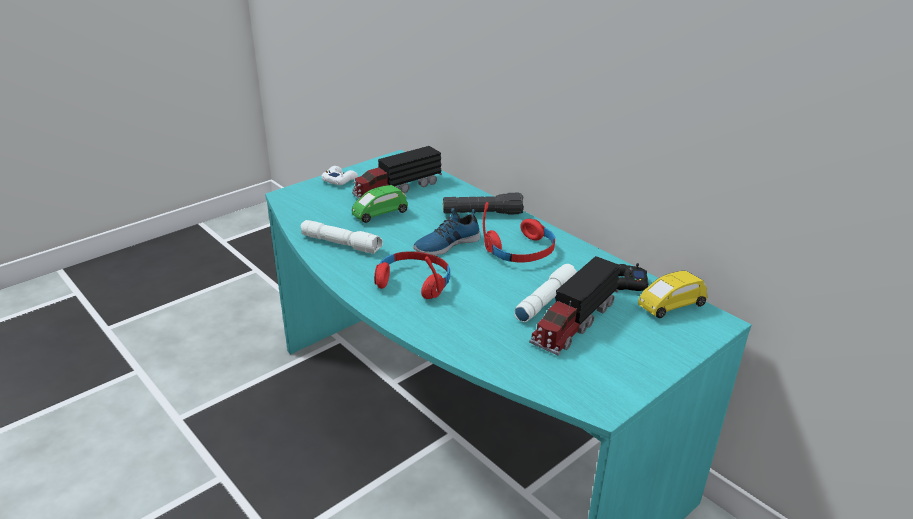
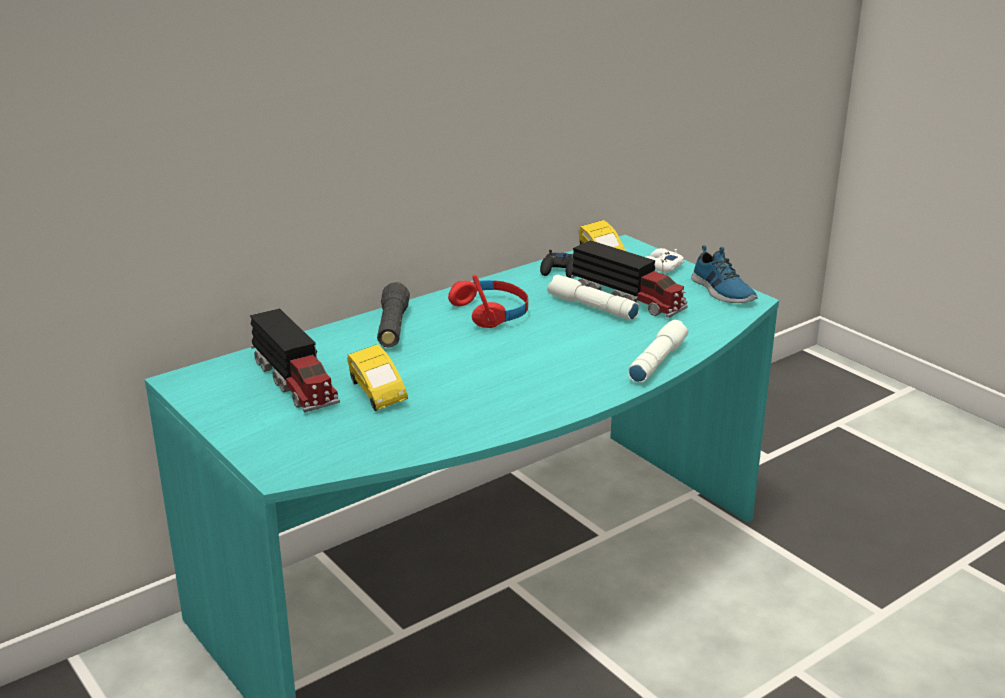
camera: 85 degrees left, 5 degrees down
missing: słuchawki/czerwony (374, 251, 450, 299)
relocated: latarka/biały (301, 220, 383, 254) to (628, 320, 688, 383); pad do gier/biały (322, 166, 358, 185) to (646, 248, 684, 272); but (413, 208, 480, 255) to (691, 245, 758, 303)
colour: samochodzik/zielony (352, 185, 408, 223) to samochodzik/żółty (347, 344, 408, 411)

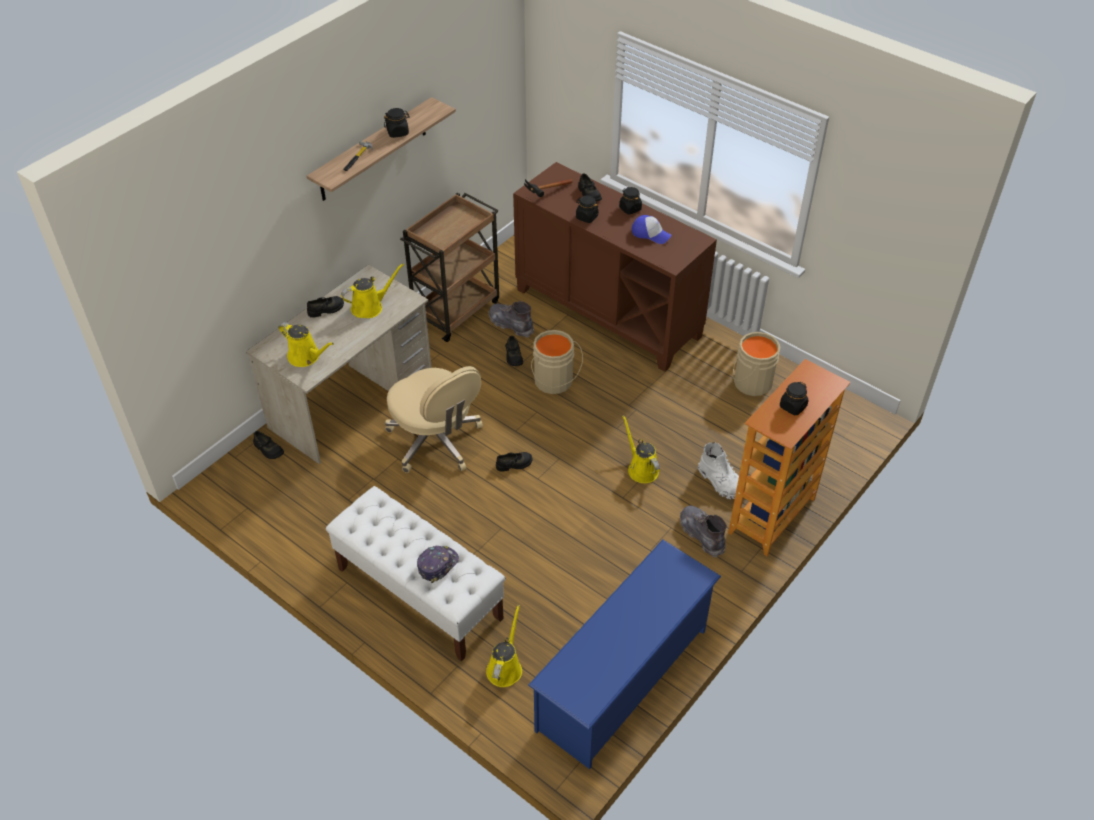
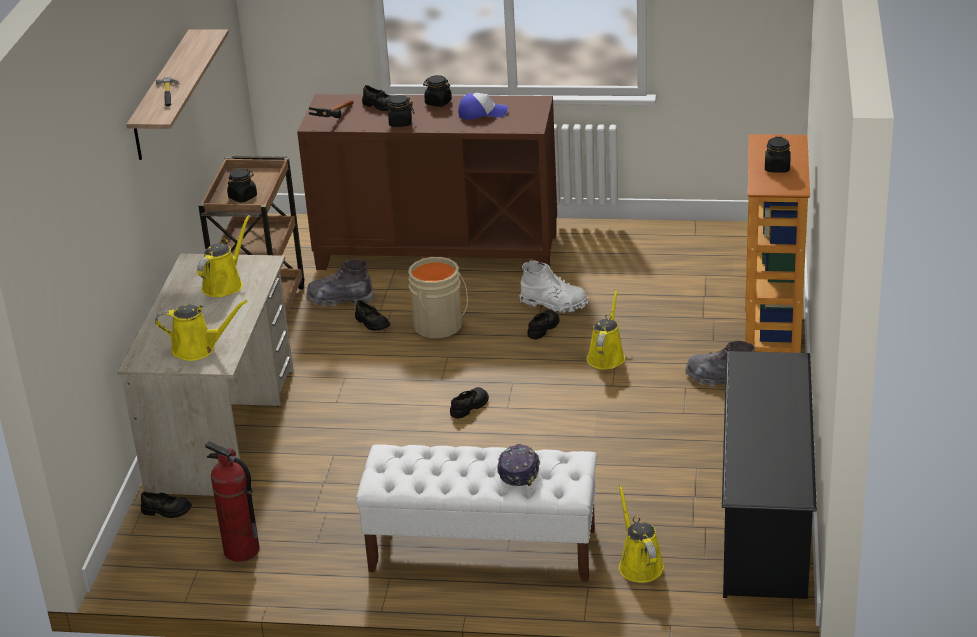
camera: 30 degrees left, 15 degrees down
missing: krzesło biurowe/beżowy (385, 366, 483, 473); wiadro/beżowy (732, 332, 780, 396)
appeared: gaśnica (205, 441, 260, 562)
relocated: but/czarny (307, 296, 344, 318) to (528, 310, 559, 340); słoik/czarny (384, 108, 410, 138) to (227, 169, 257, 203); but z cholewką/biały (698, 442, 739, 500) to (520, 261, 588, 314)
colour: regał na buty/niebieski (528, 539, 721, 769) to regał na buty/czarny (722, 351, 817, 599)
spun: konewka/żółty (622, 415, 660, 483) = (587, 289, 625, 370) 75 degrees clockwise

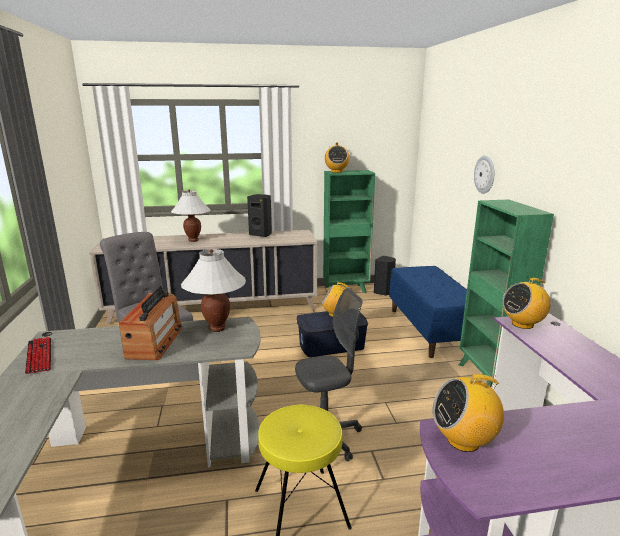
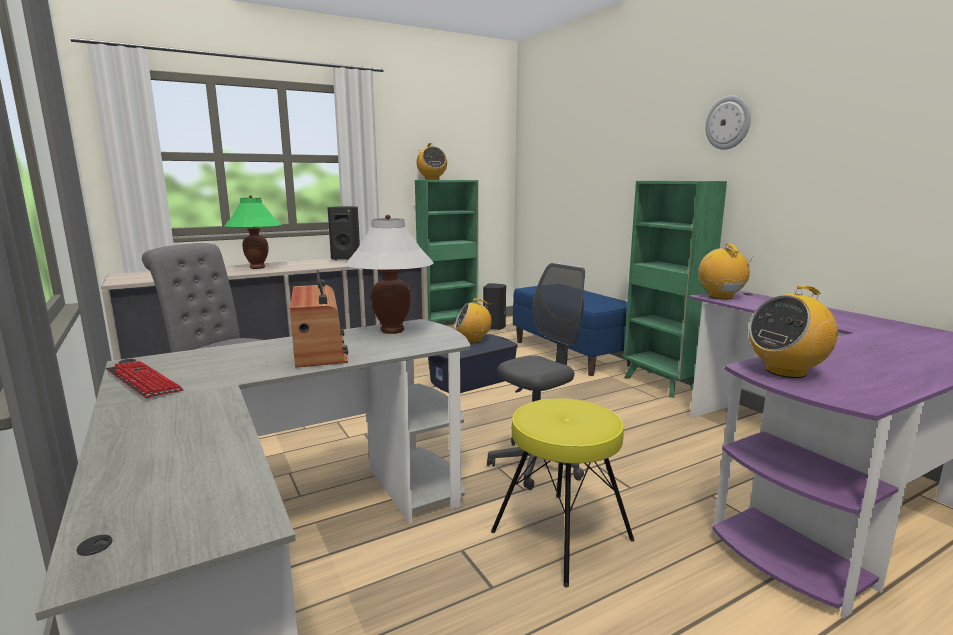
camera: 20 degrees left, 5 degrees down
relocated: zegar ścienny (474, 156, 494, 194) to (705, 95, 751, 150)
colour: lampa stołowa/biały (171, 190, 211, 242) to lampa stołowa/zielony (225, 195, 282, 269)
spun: radio (502, 278, 551, 329) = (698, 244, 754, 299) 120 degrees clockwise

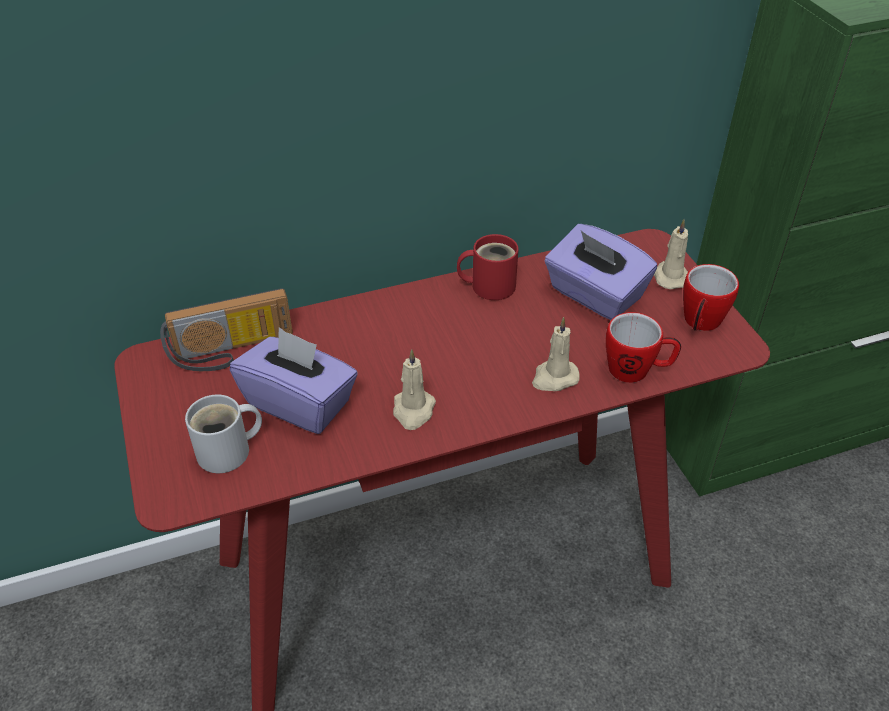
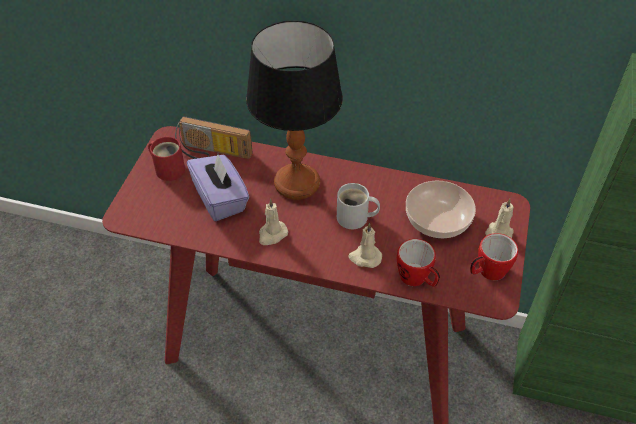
camera: 35 degrees right, 5 degrees up
appeared: lampa stołowa (246, 20, 343, 200)
relocated: kubek/biały (185, 395, 262, 473) to (337, 183, 380, 229); kubek/czerwony (457, 234, 519, 300) to (148, 137, 185, 181)
exchanged: pudełko chusteczek/fioletowy (545, 224, 657, 320) to miska (406, 180, 476, 238)

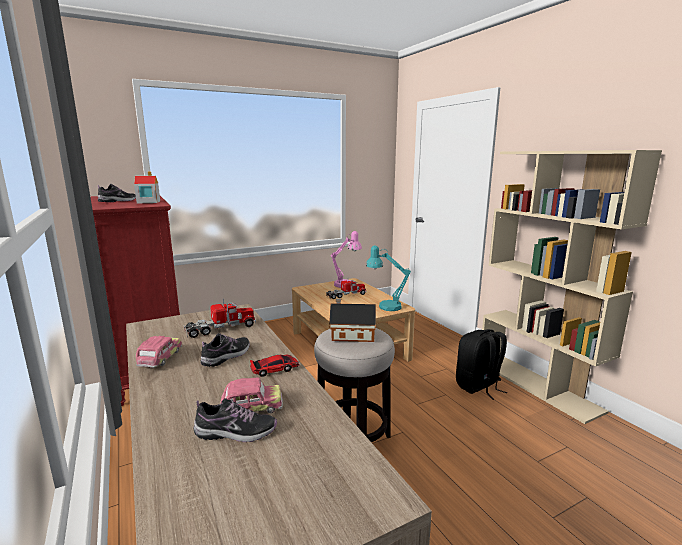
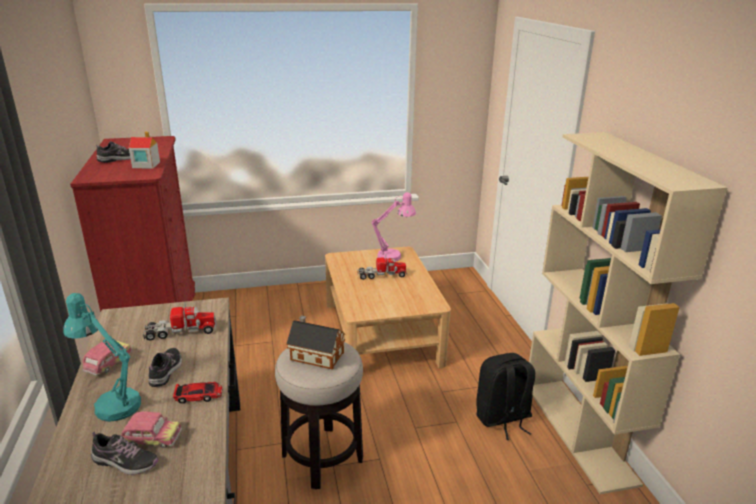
camera: 15 degrees right, 10 degrees up
relocated: lampa stołowa/turkusowy (366, 245, 411, 311) to (63, 293, 141, 422)
spun: but (200, 333, 250, 367) = (149, 348, 182, 387) 45 degrees counterclockwise

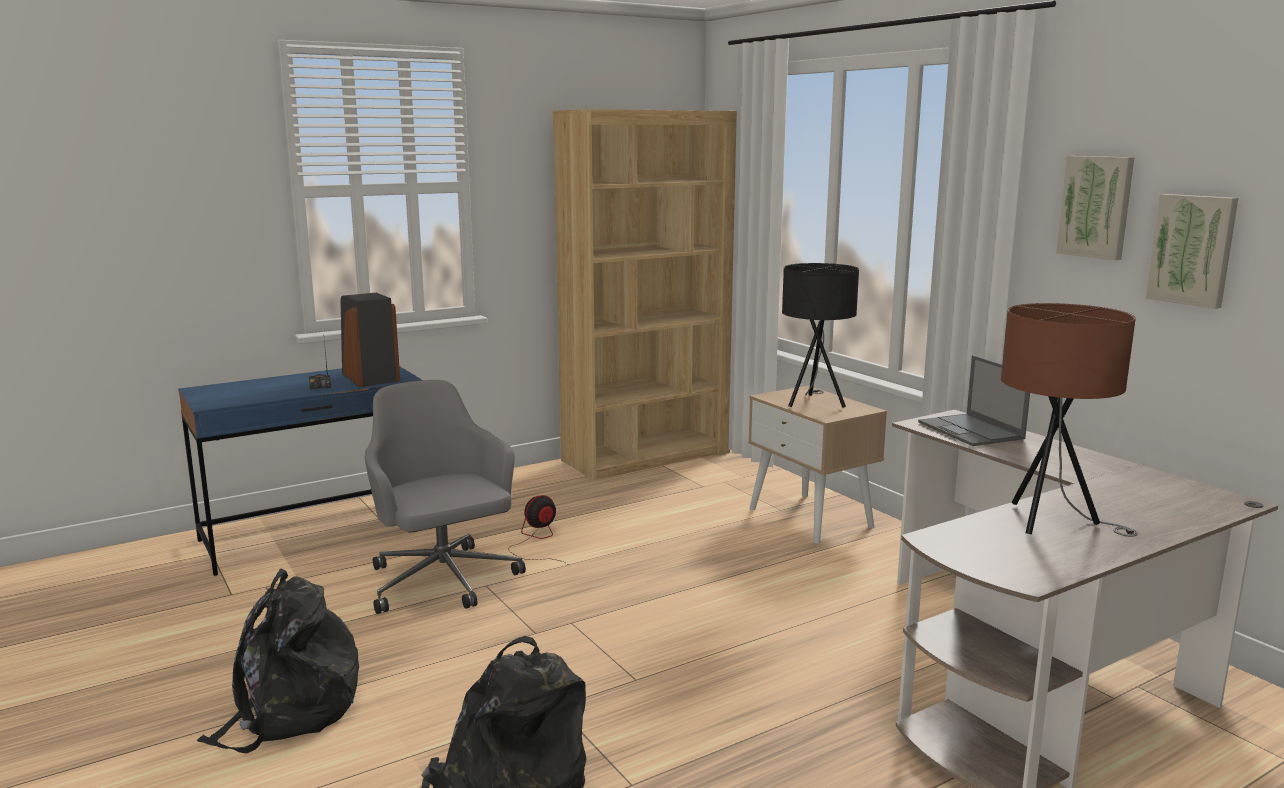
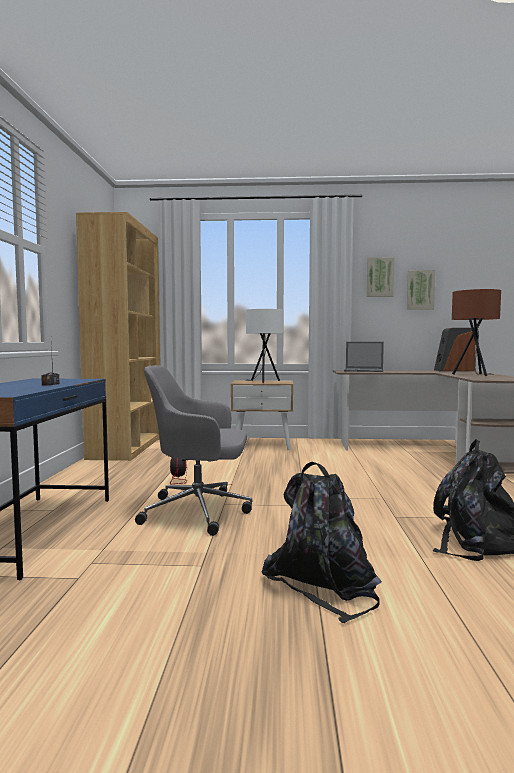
camera: 55 degrees left, 10 degrees down
relocated: głośnik (340, 293, 400, 387) to (434, 328, 476, 371)
colour: lampa stołowa/czarny (782, 263, 859, 408) to lampa stołowa/biały (245, 309, 284, 383)

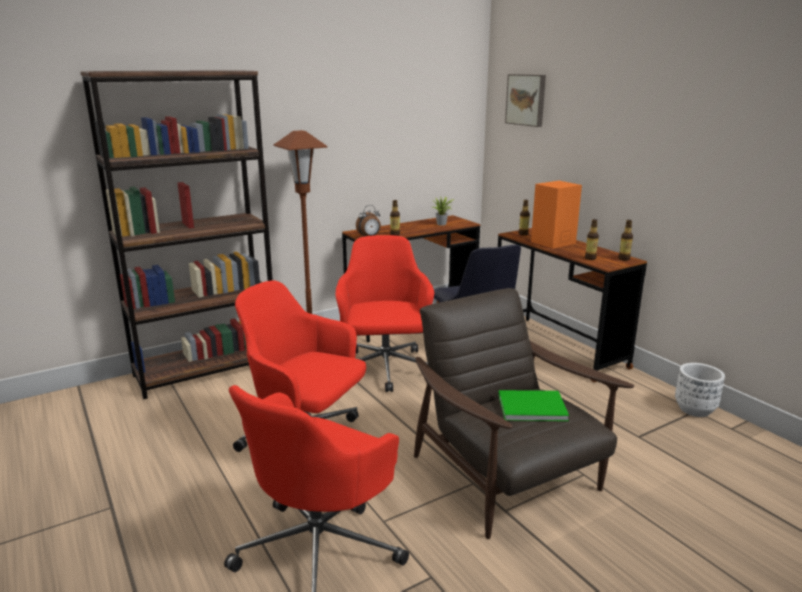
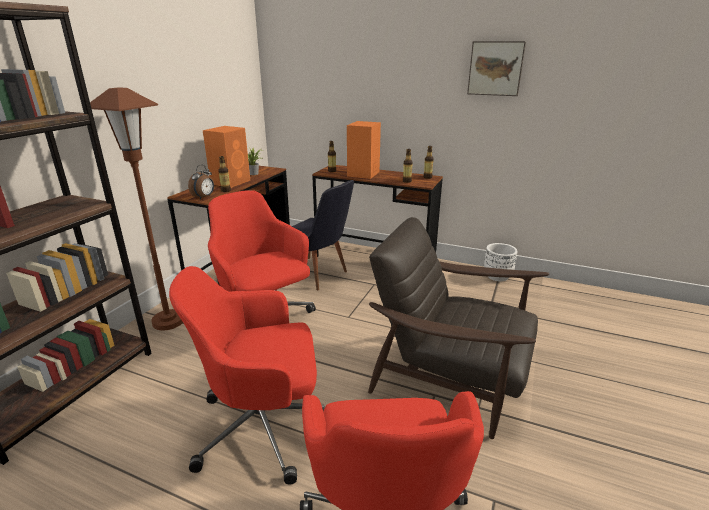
camera: 35 degrees left, 5 degrees up
missing: książka/zielony (498, 390, 569, 421)
appeared: głośnik/pomarańczowy (203, 126, 250, 188)
relocated: obraz (505, 74, 546, 127) to (467, 41, 526, 96)

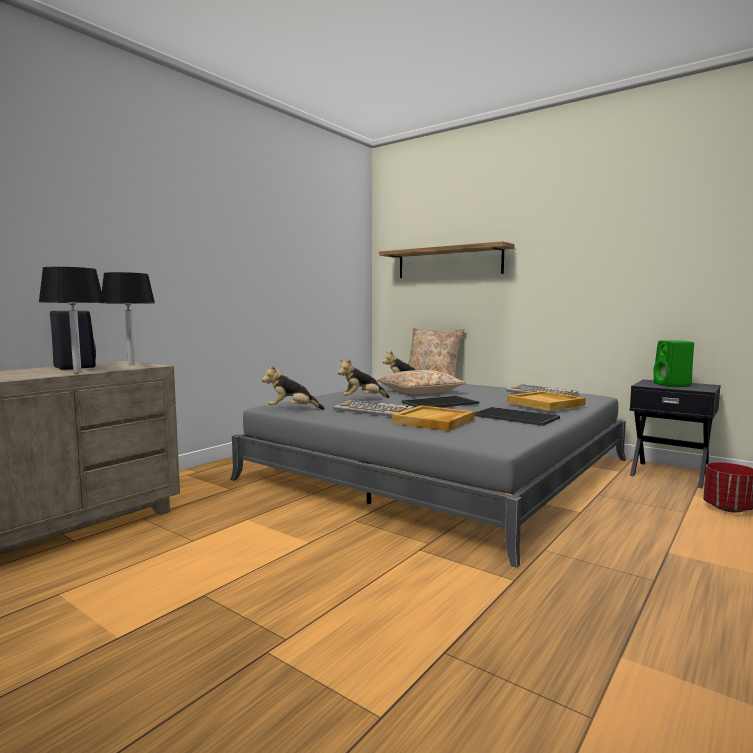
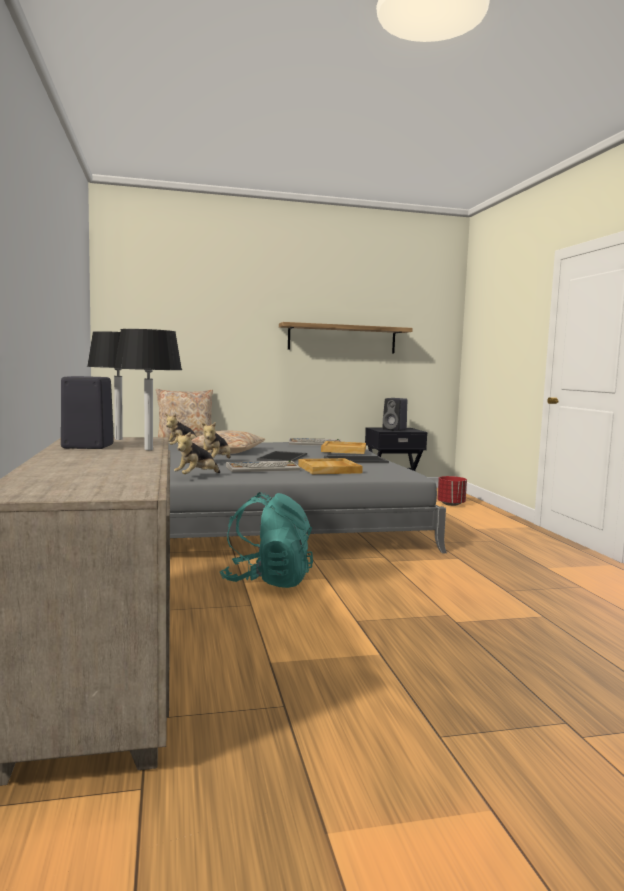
camera: 50 degrees left, 0 degrees up
appeared: plecak/turkusowy (220, 492, 313, 588)
relocated: półka (379, 241, 515, 278) to (279, 322, 413, 353)
colour: głośnik/zielony (653, 340, 694, 387) to głośnik/czarny (382, 398, 407, 431)

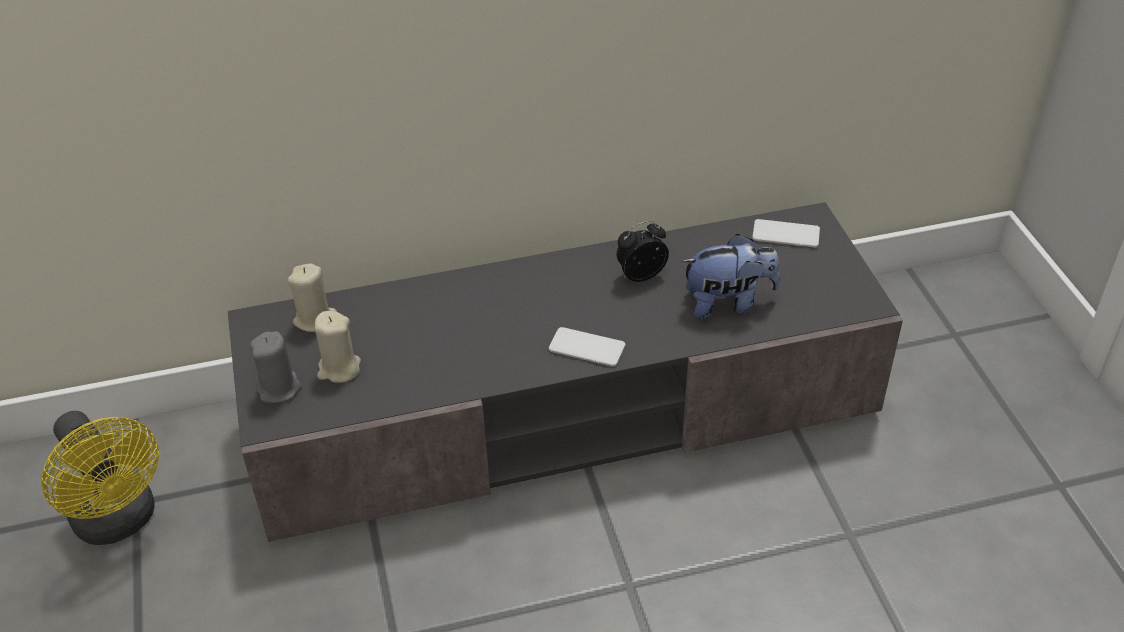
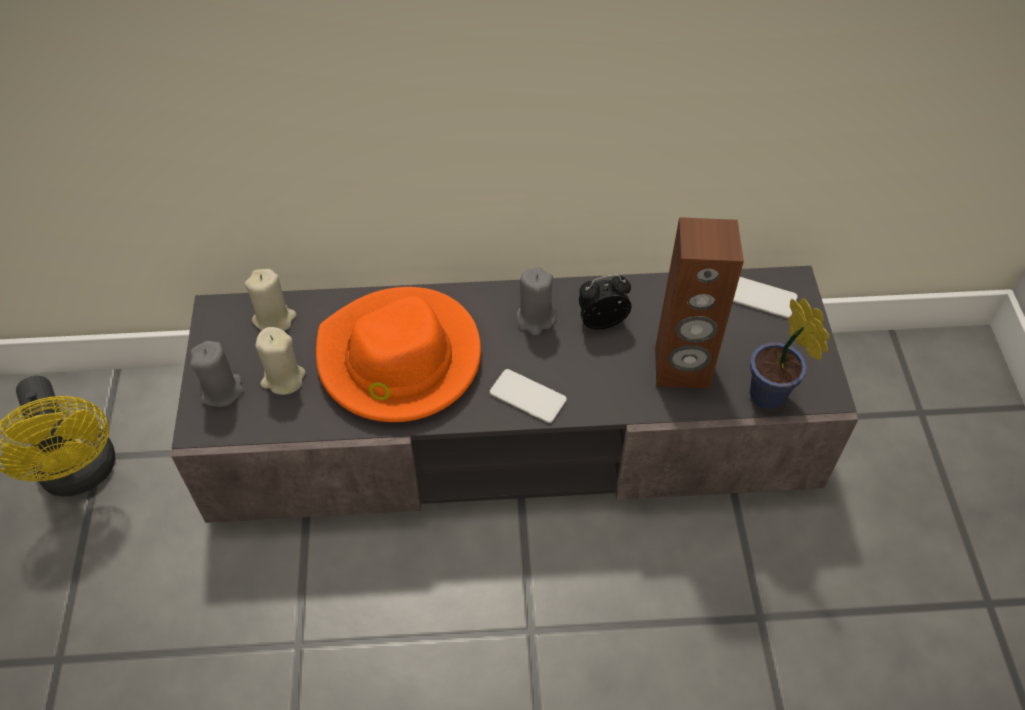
camera: 10 degrees right, 10 degrees up
appeared: kapelusz/pomarańczowy (316, 287, 481, 422); świeca/szary (517, 267, 557, 336); roślina doniczkowa (750, 298, 829, 410)
exchanged: pluszak (681, 234, 780, 319) to głośnik/brązowy (655, 217, 744, 389)

